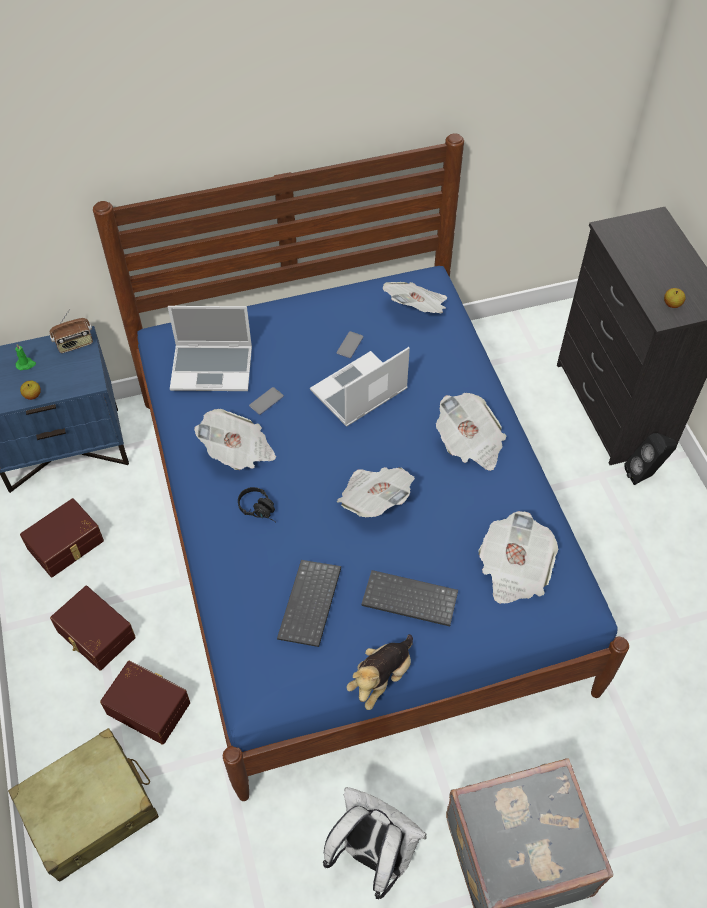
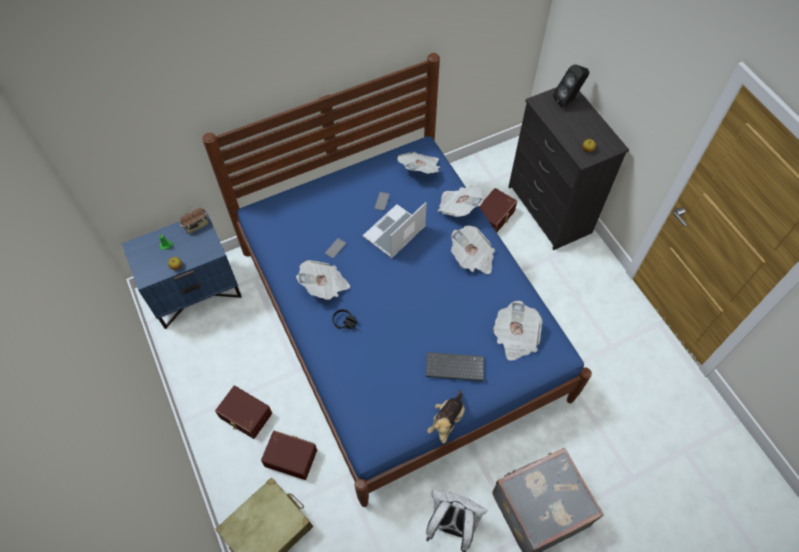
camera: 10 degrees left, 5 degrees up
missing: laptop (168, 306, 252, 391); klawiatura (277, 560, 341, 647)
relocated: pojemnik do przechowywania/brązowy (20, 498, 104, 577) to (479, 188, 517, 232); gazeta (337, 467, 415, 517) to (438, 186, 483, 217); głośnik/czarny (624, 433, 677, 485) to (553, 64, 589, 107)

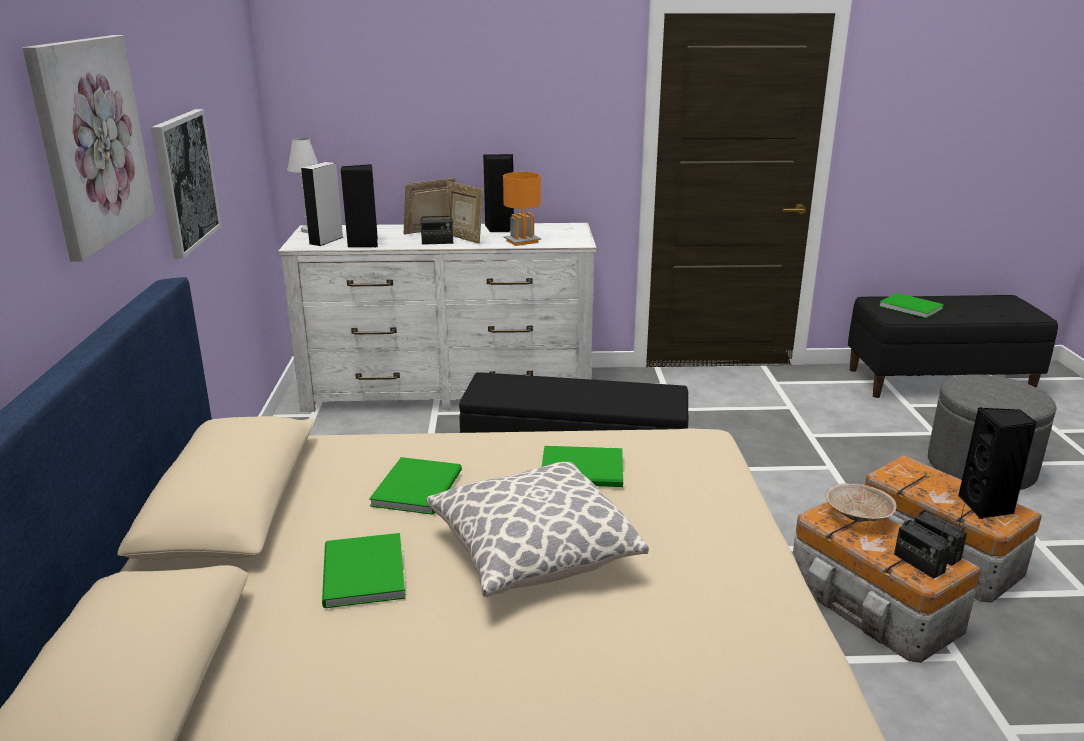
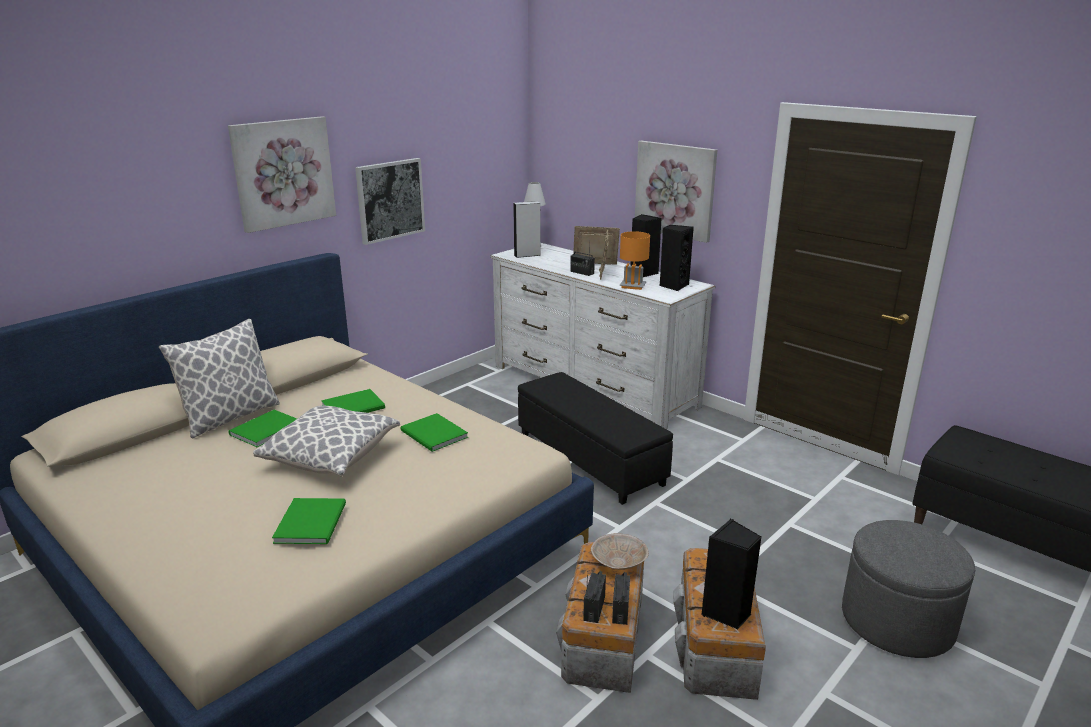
camera: 45 degrees right, 0 degrees up
appeared: poduszka (159, 319, 280, 439); obraz (635, 141, 717, 243)
relocated: głośnik/czarny (341, 164, 378, 247) to (660, 225, 694, 291); książka/zielony (879, 293, 944, 318) to (272, 498, 346, 544)

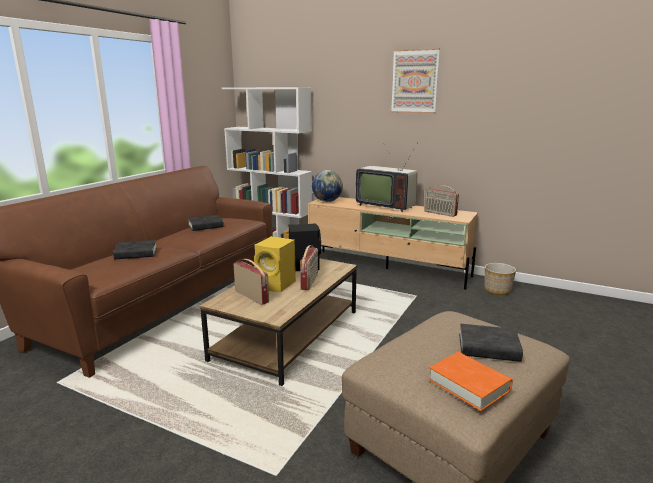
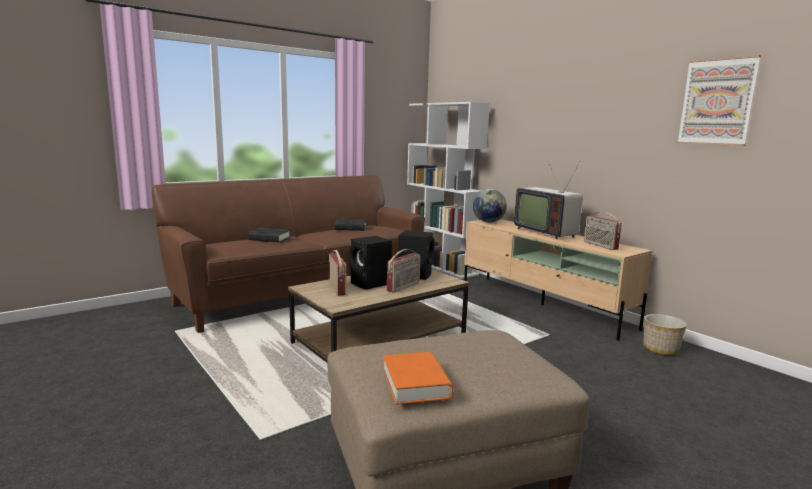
camera: 25 degrees right, 5 degrees down
missing: książka/czarny (459, 324, 523, 362)
relocated: obraz (391, 48, 440, 113) to (677, 55, 761, 146)
colour: głośnik/żółty (254, 236, 296, 292) to głośnik/czarny (349, 236, 392, 290)

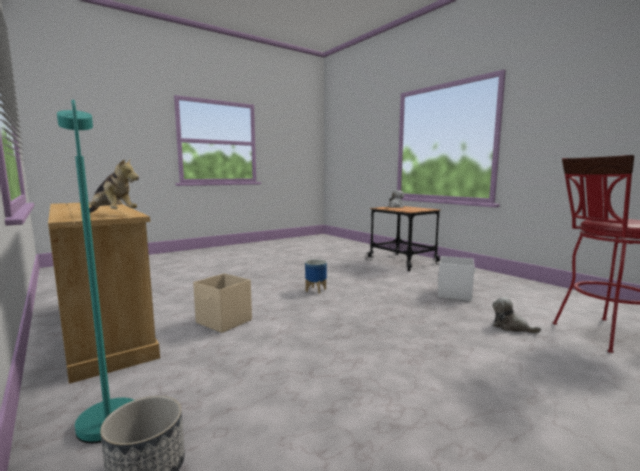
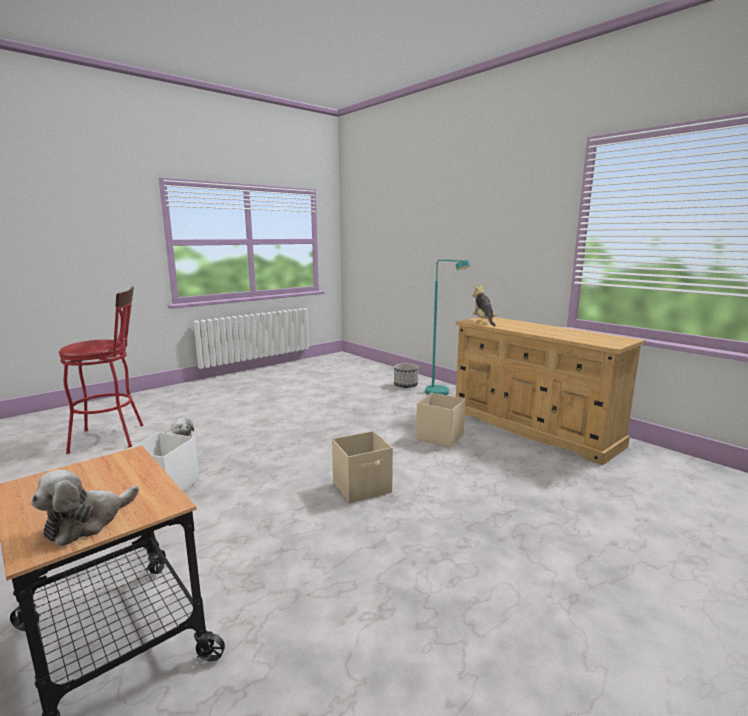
camera: 175 degrees right, 5 degrees up
exchanged: donica (305, 259, 327, 294) to pojemnik do przechowywania/beżowy (332, 431, 393, 503)
spun: pluszak (89, 159, 139, 213) = (472, 285, 497, 327) 60 degrees clockwise

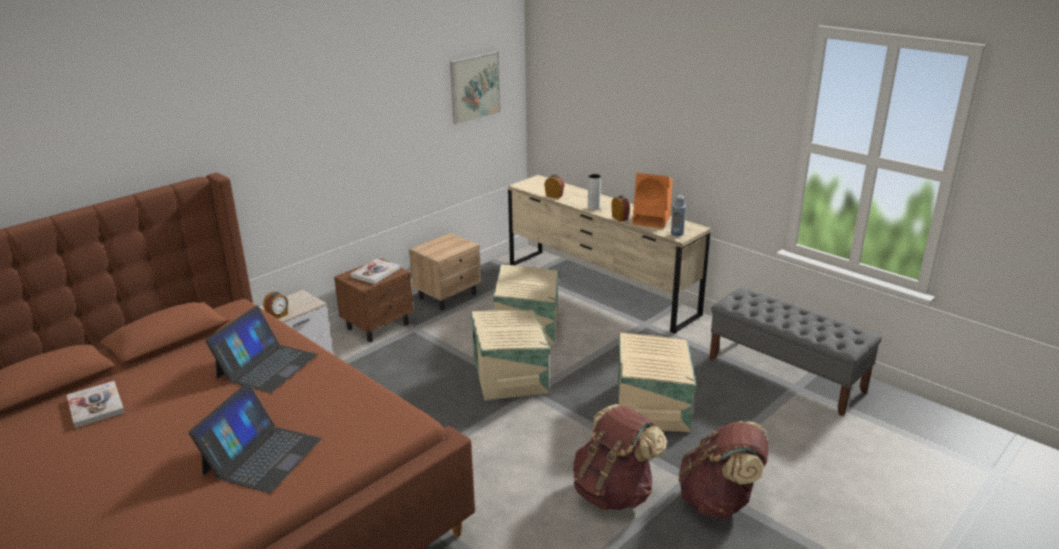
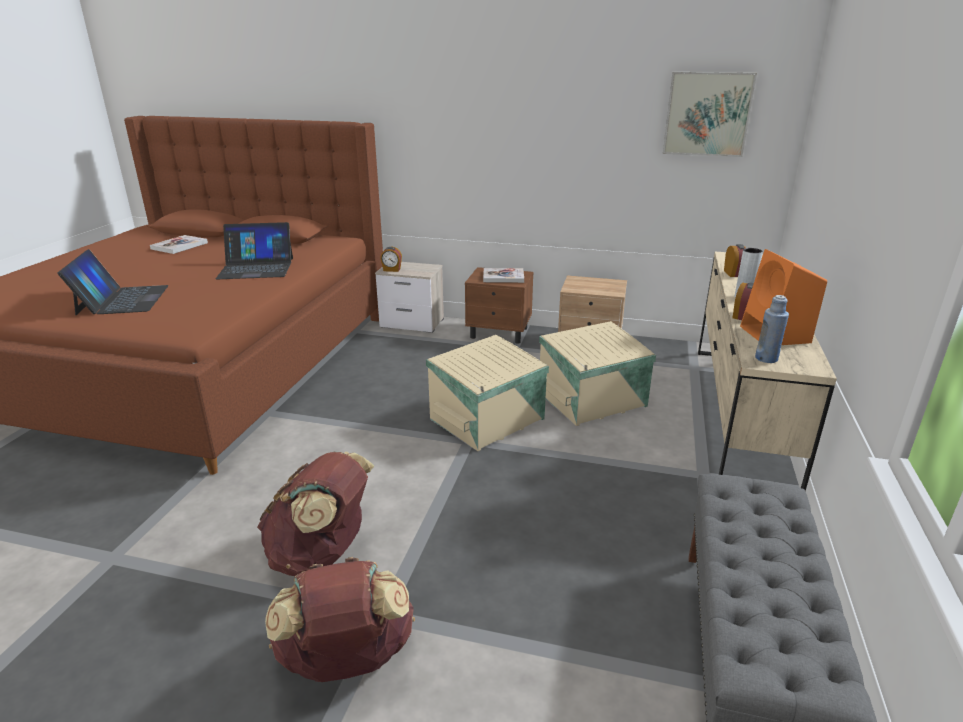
camera: 60 degrees right, 0 degrees up
missing: pojemnik do przechowywania/beżowy (618, 333, 696, 432)
spun: laptop (189, 383, 322, 493) = (57, 249, 169, 315) 90 degrees counterclockwise

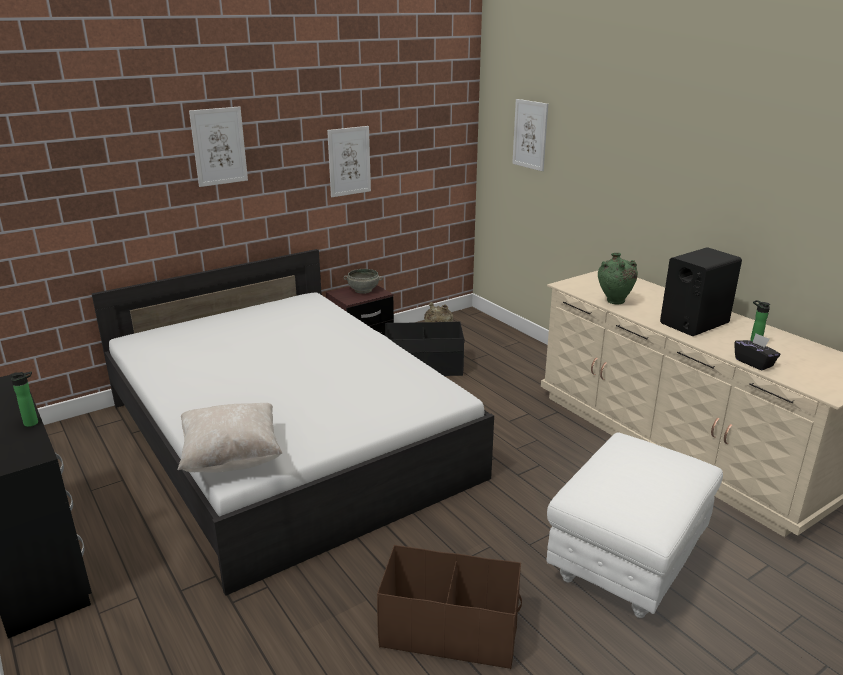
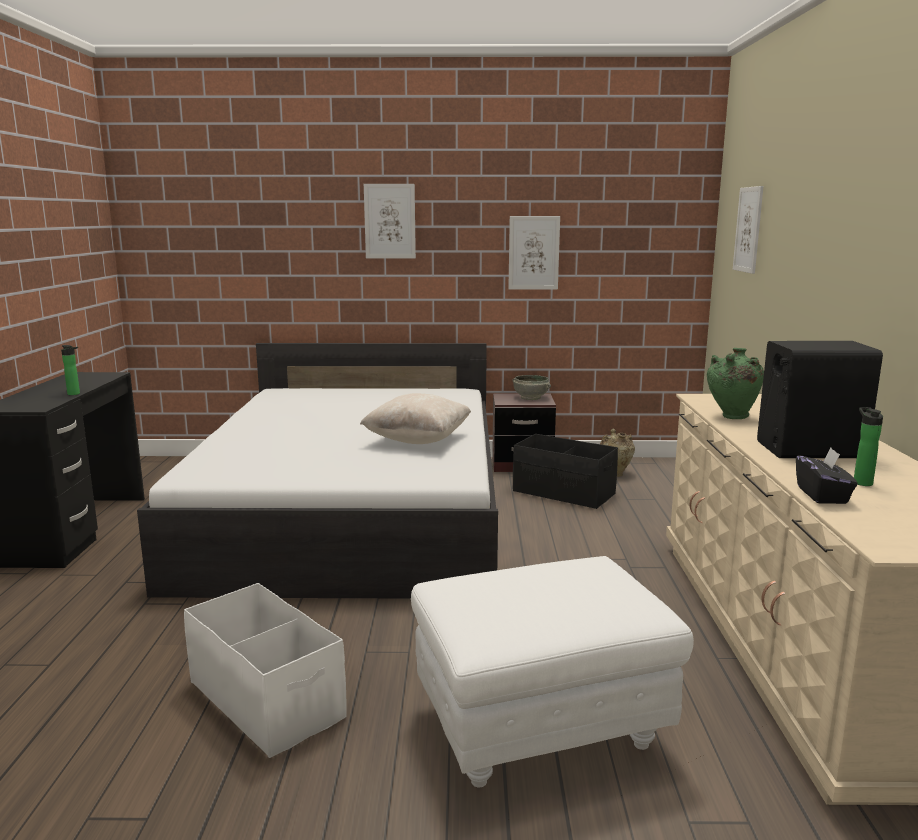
camera: 35 degrees right, 10 degrees down
relocated: poduszka/beżowy (178, 403, 282, 473) to (360, 393, 471, 444)
colour: pojemnik do przechowywania/brązowy (377, 545, 522, 669) to pojemnik do przechowywania/biały (184, 583, 347, 758)

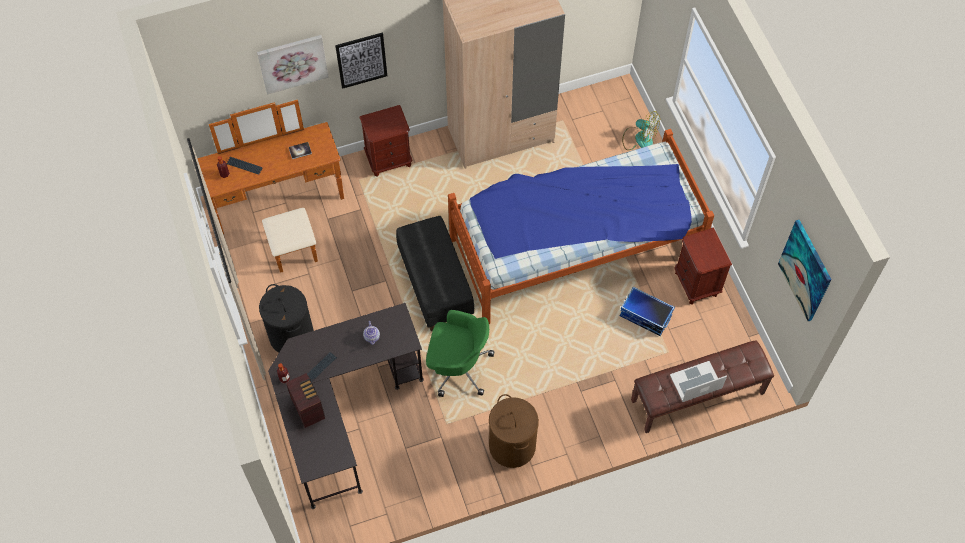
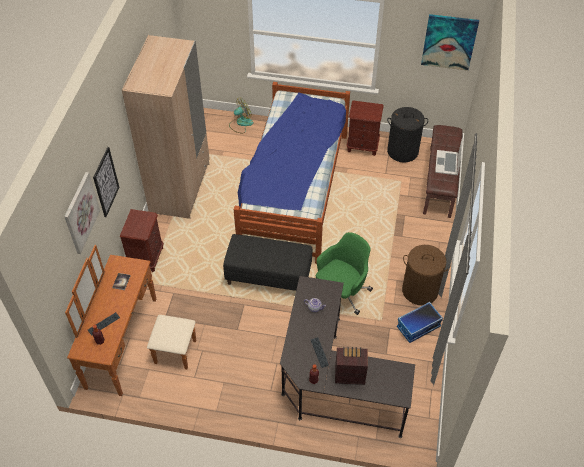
camera: 60 degrees left, 10 degrees down
relocated: kosz na pranie/czarny (259, 284, 314, 353) to (387, 107, 428, 163); pojemnik do przechowywania (620, 287, 675, 336) to (397, 302, 443, 343)

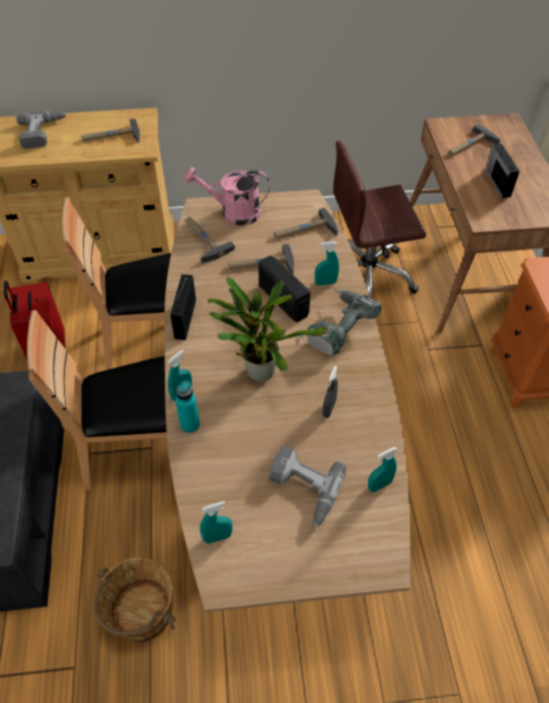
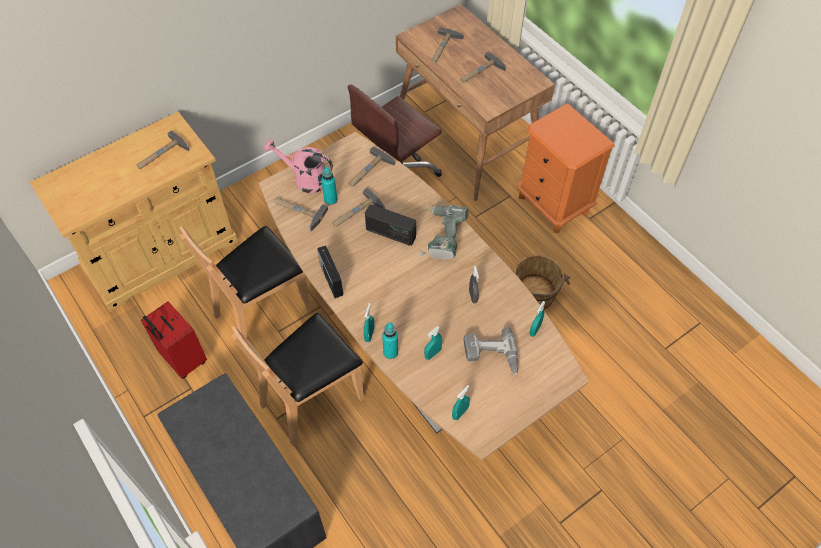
camera: 30 degrees left, 5 degrees up
missing: wiertarka (16, 111, 67, 149); roślina doniczkowa (208, 277, 326, 382)
appeared: butelka/turkusowy (321, 167, 337, 205)
relocated: wiadro/brązowy (93, 557, 176, 642) to (514, 255, 570, 310); spryskiwacz/turkusowy (315, 241, 339, 286) to (424, 326, 442, 360)
exchanged: radio (485, 144, 520, 198) to młotek (460, 52, 506, 83)
spun: konewka/różowy (184, 167, 270, 225) = (264, 139, 333, 193) 45 degrees clockwise

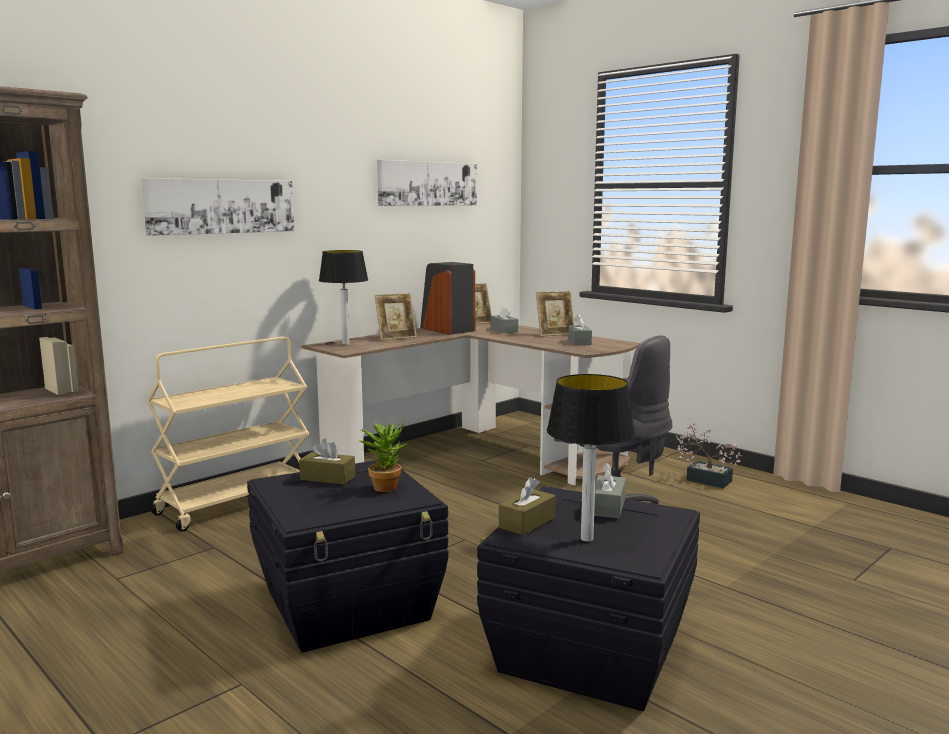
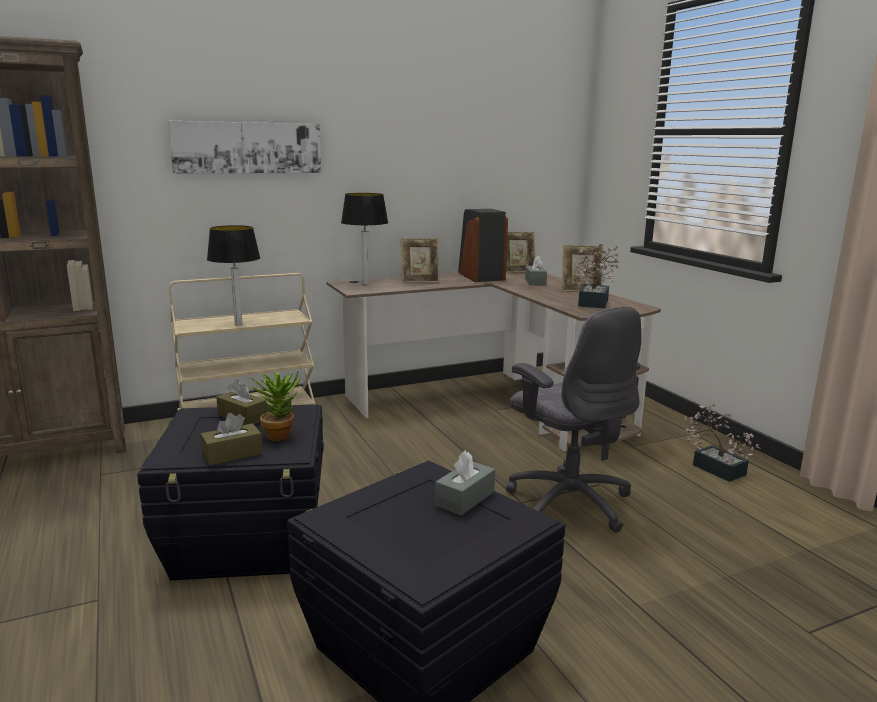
camera: 20 degrees right, 5 degrees up
missing: obraz (377, 160, 477, 206)
relocated: pudełko chusteczek/brązowy (499, 477, 556, 535) to (200, 413, 263, 466); lampa stołowa (547, 374, 635, 542) to (207, 225, 260, 325)
exchanged: pudełko chusteczek/szary (568, 314, 592, 345) to roślina doniczkowa (573, 243, 619, 308)

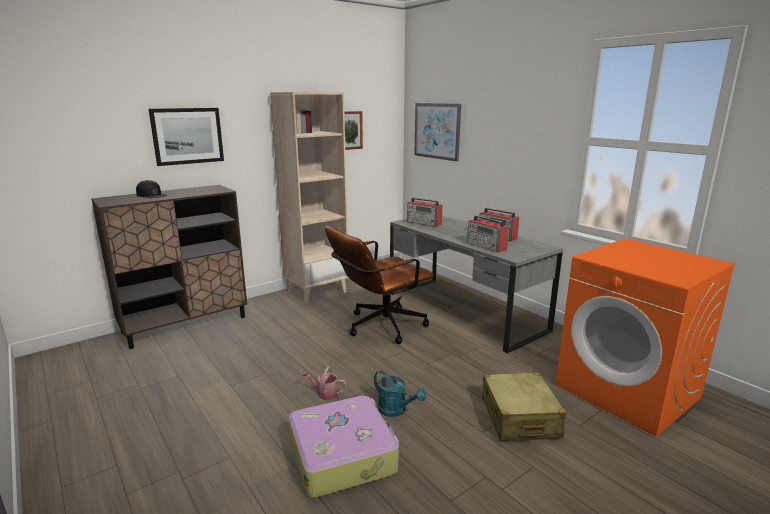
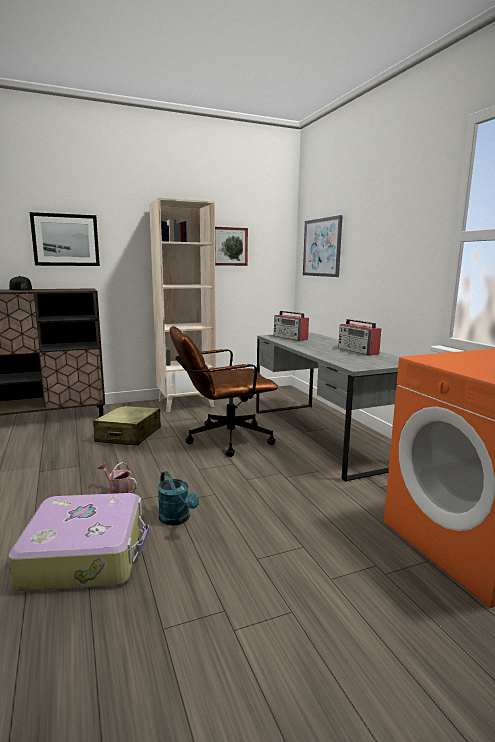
camera: 15 degrees right, 5 degrees down
missing: radio (467, 215, 509, 252)
relocated: walizka/beżowy (482, 372, 567, 441) to (93, 406, 161, 446)

